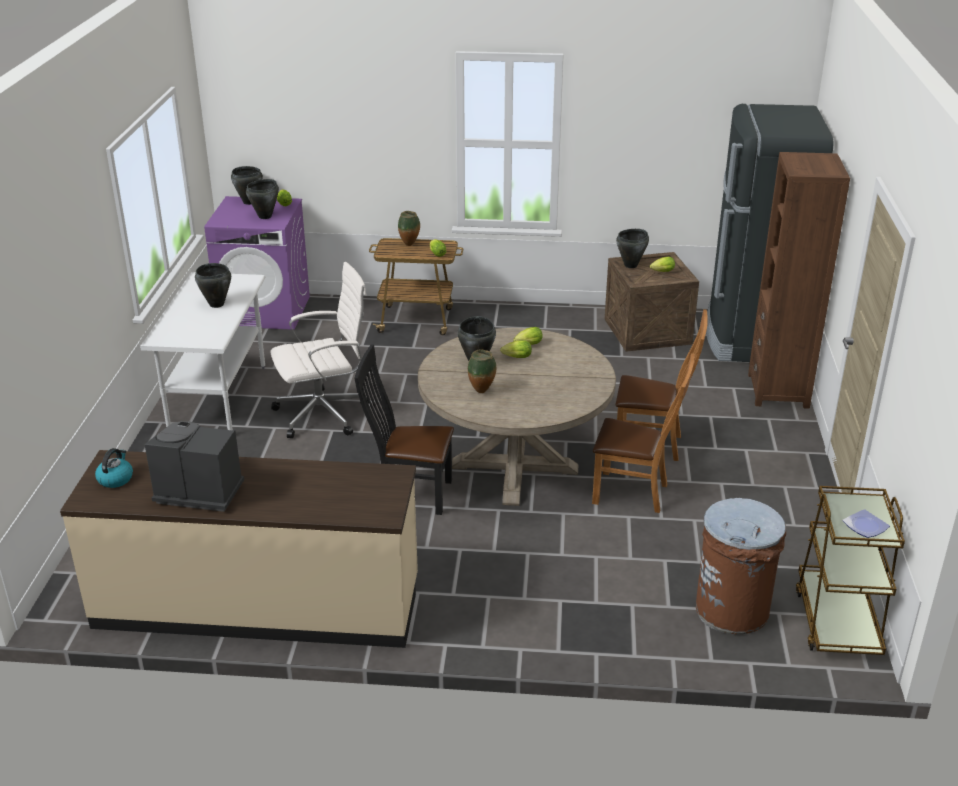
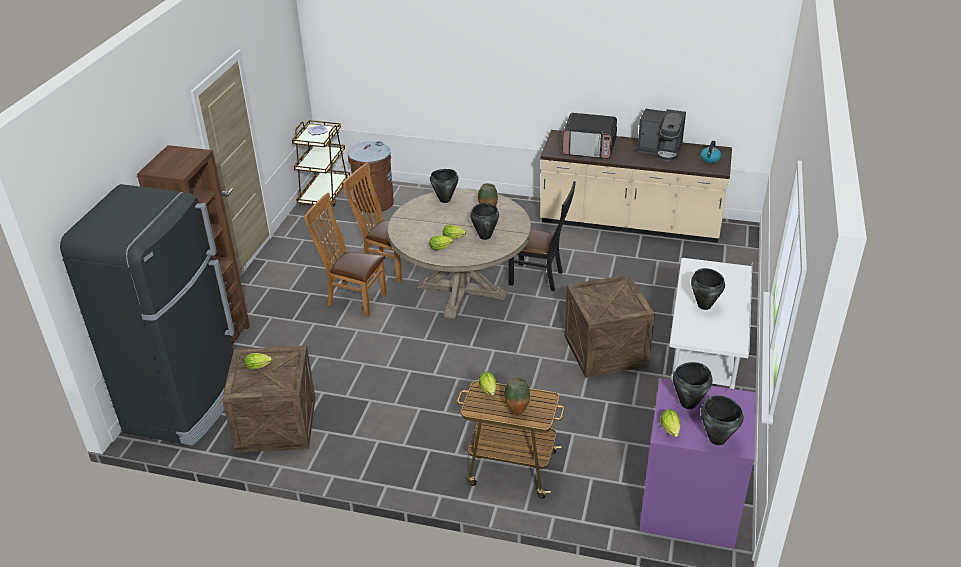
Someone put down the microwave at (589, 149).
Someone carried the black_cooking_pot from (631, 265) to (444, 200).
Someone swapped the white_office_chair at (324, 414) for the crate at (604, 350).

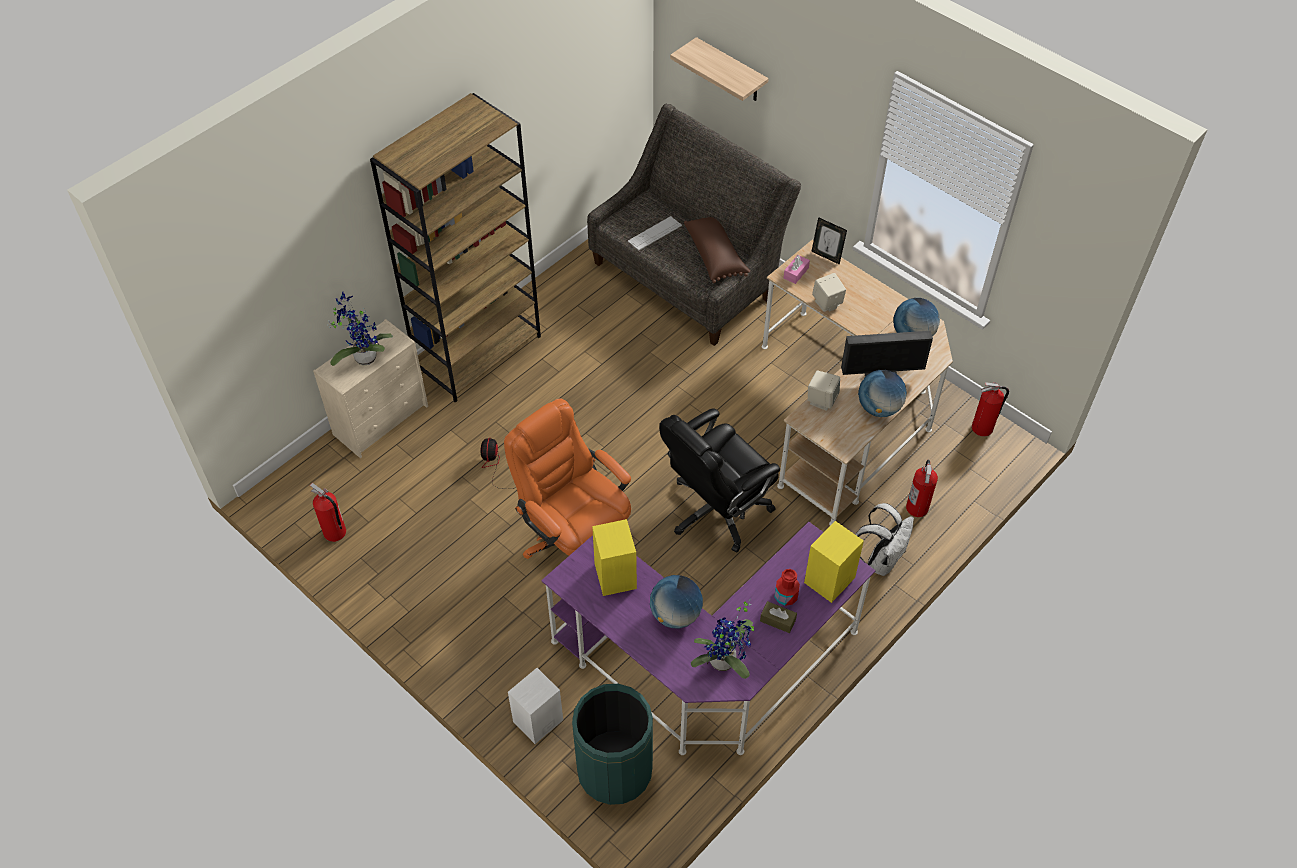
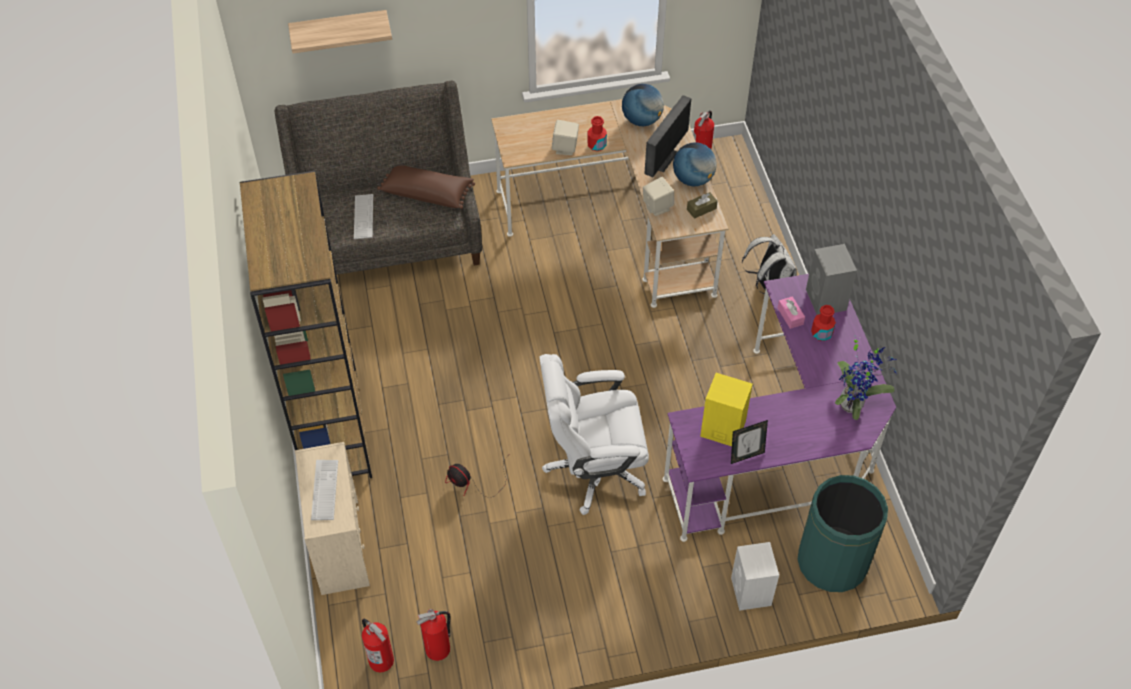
Someone took away the globe at (675, 615).
Someone took away the black_office_chair at (717, 510).
Someone put down the red_bottle at (596, 145).
Someone carried the brown_tissue_box from (777, 620) to (701, 209).
Someone carried the pink_tissue_box from (796, 273) to (790, 316).
Someone carried the picture_frame from (826, 256) to (746, 456).
Someone carried the fire_extinguisher from (917, 507) to (381, 660).
Someone swapped the potted_plant at (363, 356) for the keyboard at (325, 490).
Someone repainted the orange_office_chair at (575, 539), which became the white_office_chair at (594, 469).
Someone repainted the yellow_speaker at (828, 581), which became the grey_speaker at (826, 300).

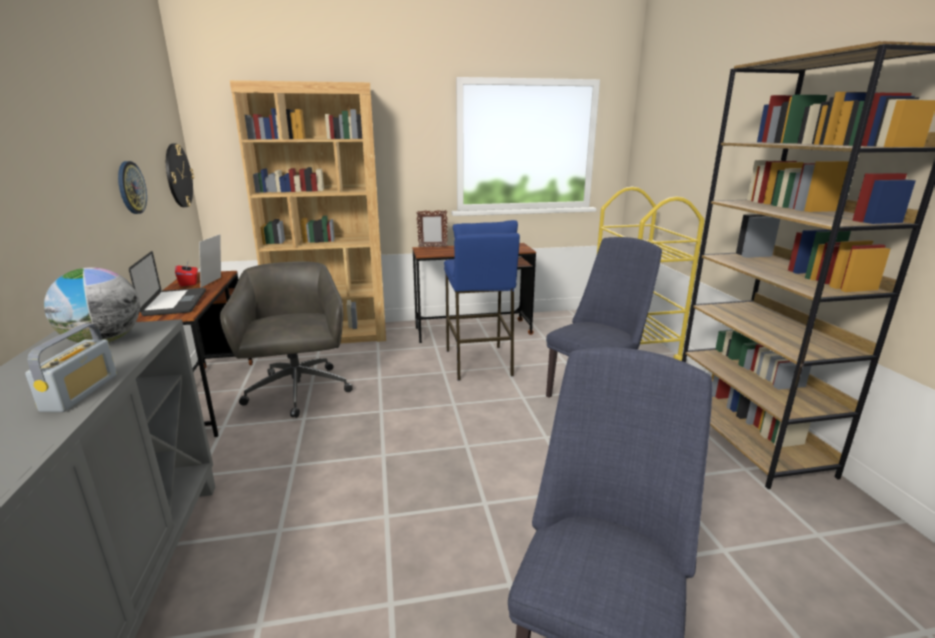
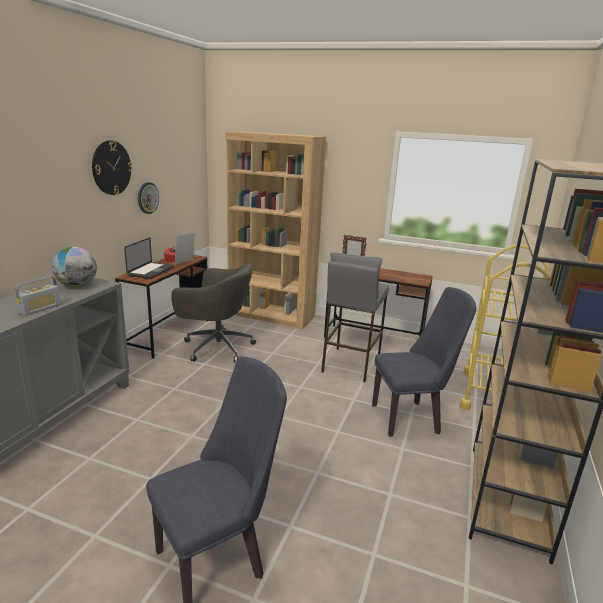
Someone carried the wall_clock from (178, 175) to (111, 168).
Someone repainted the blue_stool at (478, 362), which became the grey_stool at (350, 364).
Someone rotated the grey_office_chair at (298, 392) by 90 degrees clockwise.

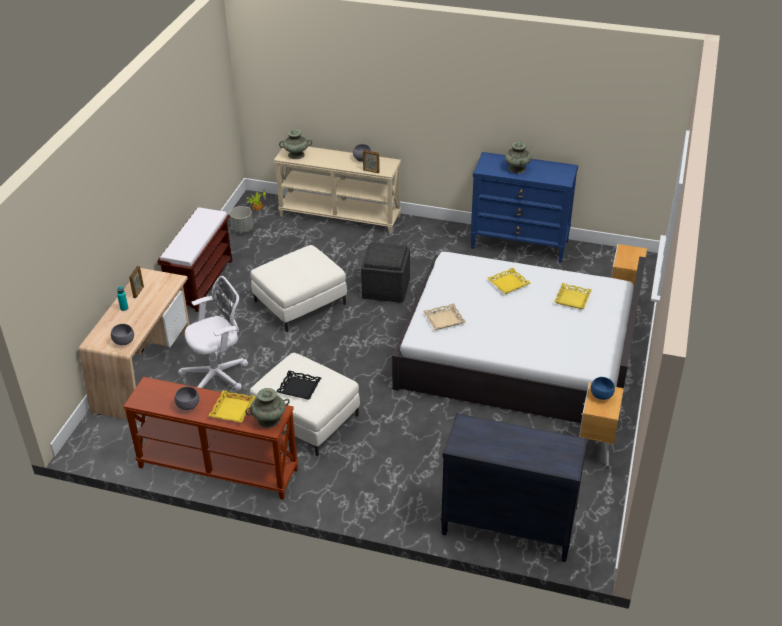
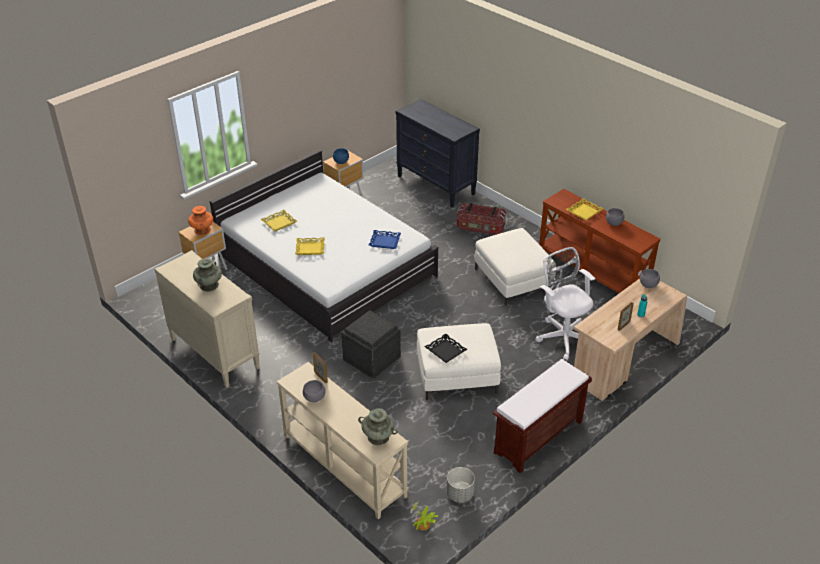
Someone took away the turquoise_vase at (269, 419).
Someone put down the orange_vase at (202, 230).
Someone put down the storage_box at (480, 228).
Someone carried the black_tray from (299, 387) to (445, 351).
Someone repainted the beige_tray at (444, 320), which became the blue_tray at (385, 241).
Someone repainted the blue_dresser at (520, 244), which became the beige_dresser at (214, 353).
Someone rotated the white_office_chair at (218, 375) by 60 degrees clockwise.

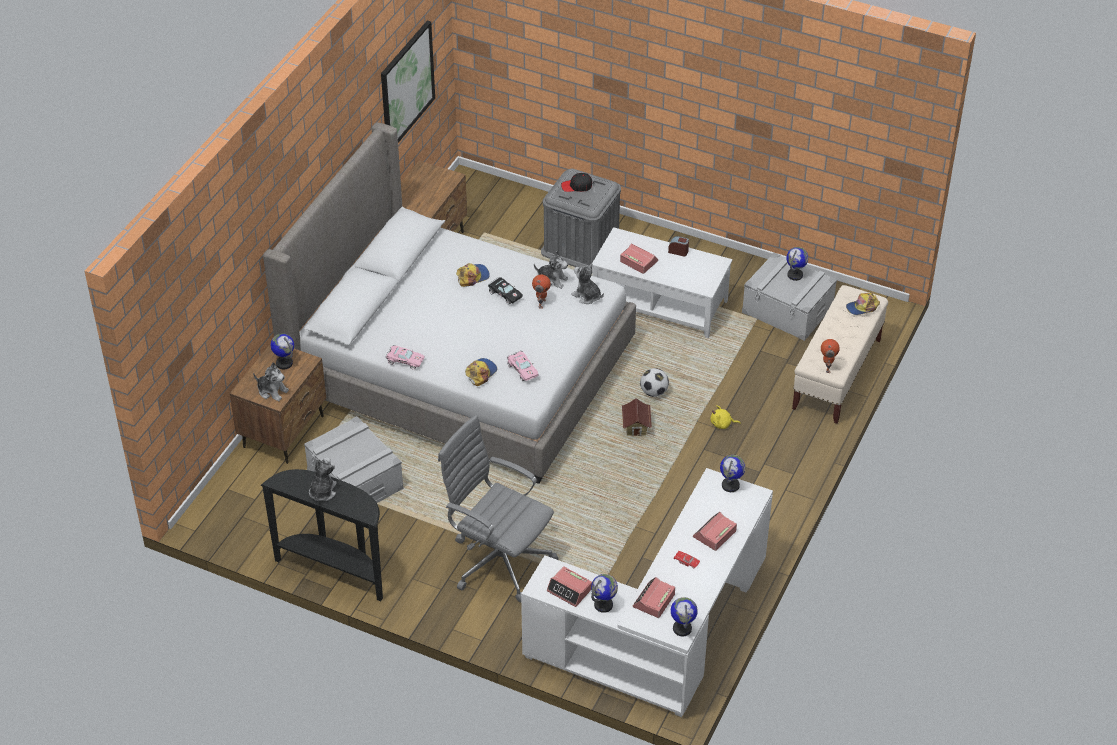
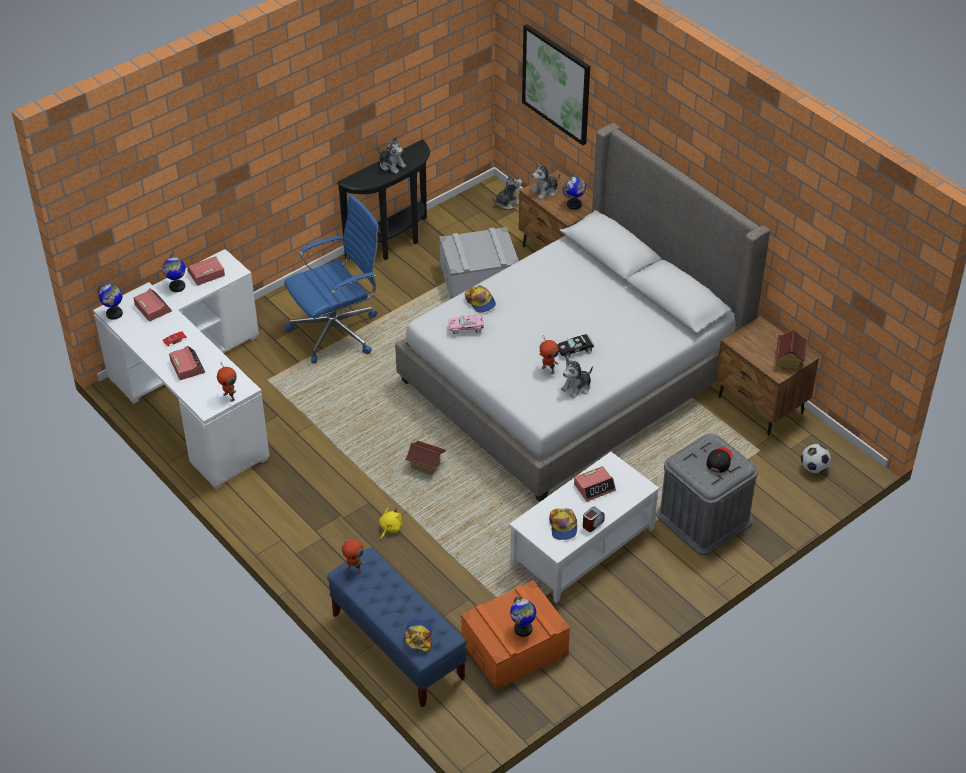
Someone took away the pink_toy_car at (404, 360).
Someone put down the toy_house at (789, 359).
Someone carried the picture from (406, 85) to (556, 84).
Someone carried the cap from (472, 276) to (563, 526).
Someone carried the plush_toy from (587, 296) to (507, 203).
Someone carried the football from (654, 392) to (814, 468).
Someone swapped the globe at (730, 485) for the toy_robot at (229, 396).
Someone repainted the grey_office_chair at (498, 560), which became the blue_office_chair at (337, 331).
Someone repainted the grey_storage_box at (787, 309), which became the orange_storage_box at (514, 648).
Someone repainted the beige_bench at (836, 375), which became the blue_bench at (397, 646).

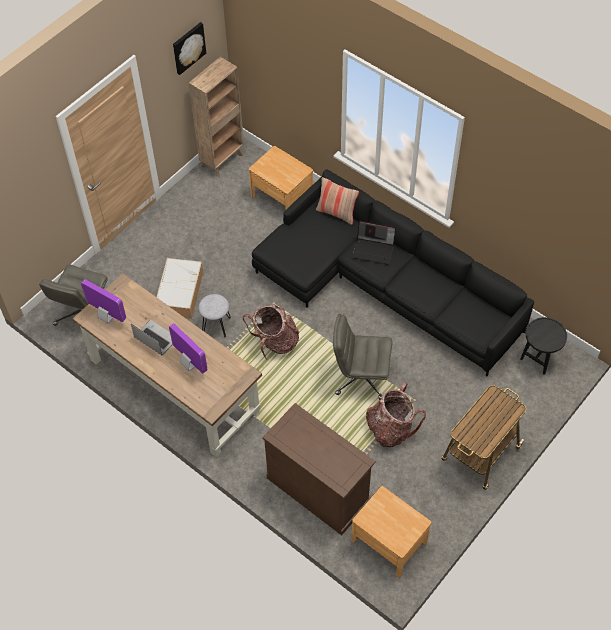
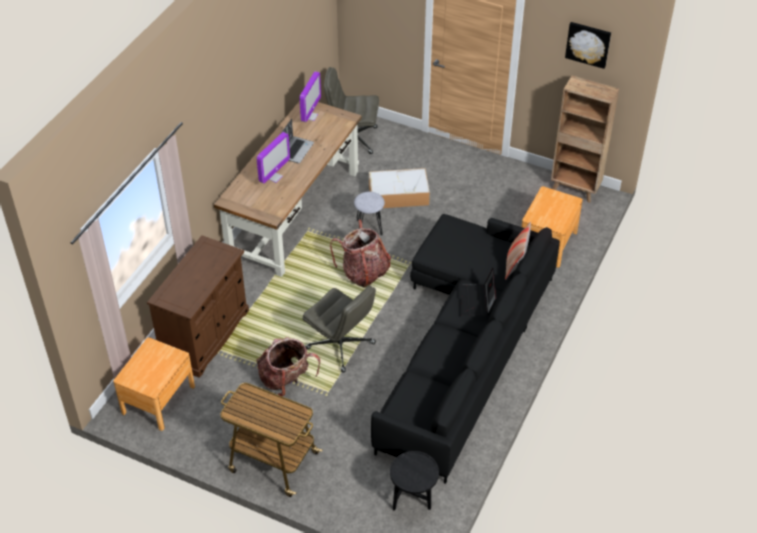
Someone rotated the grey_office_chair at (361, 377) by 135 degrees clockwise.

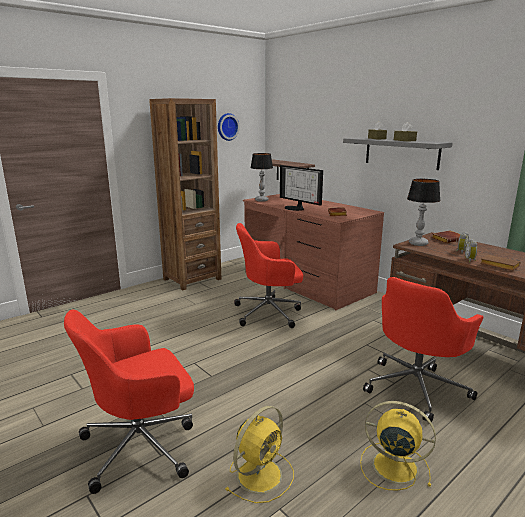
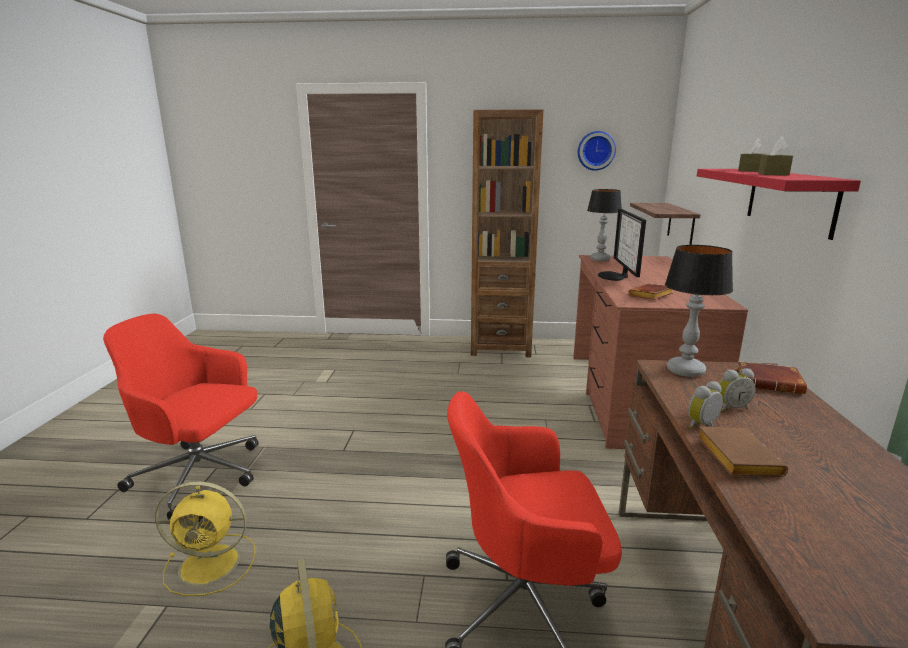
Someone took away the red_office_chair at (269, 312).
Someone repainted the grey_shelf at (401, 153), which became the red_shelf at (789, 200).

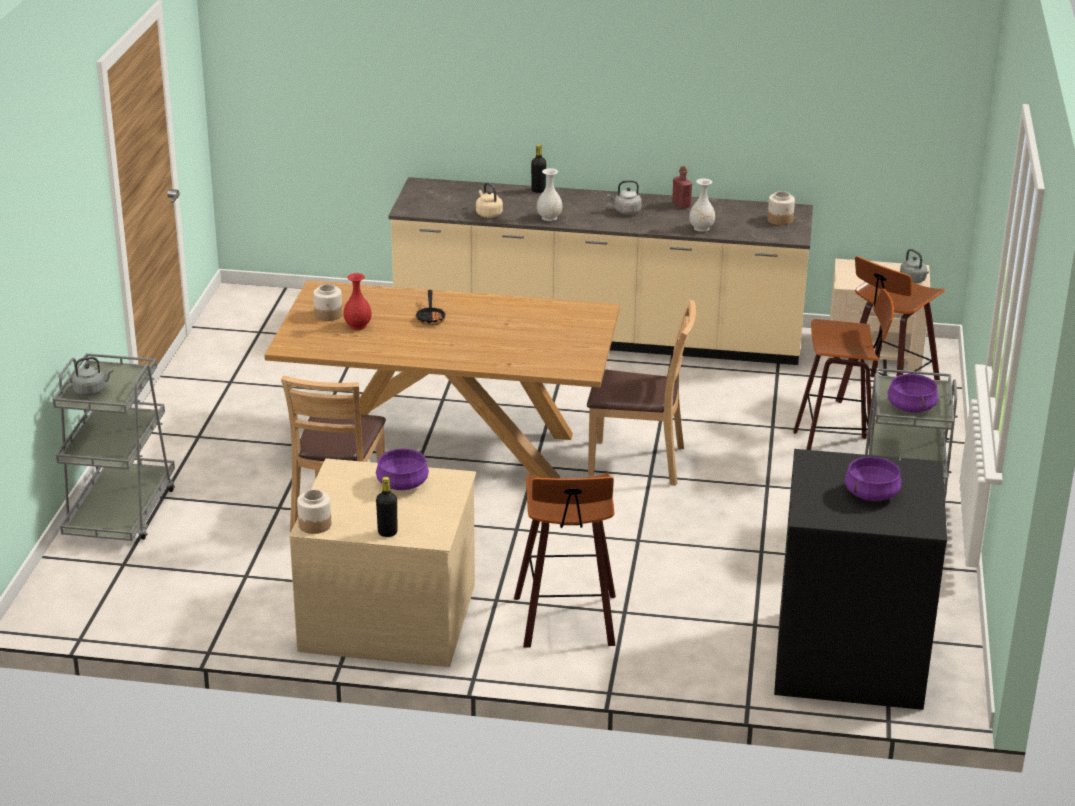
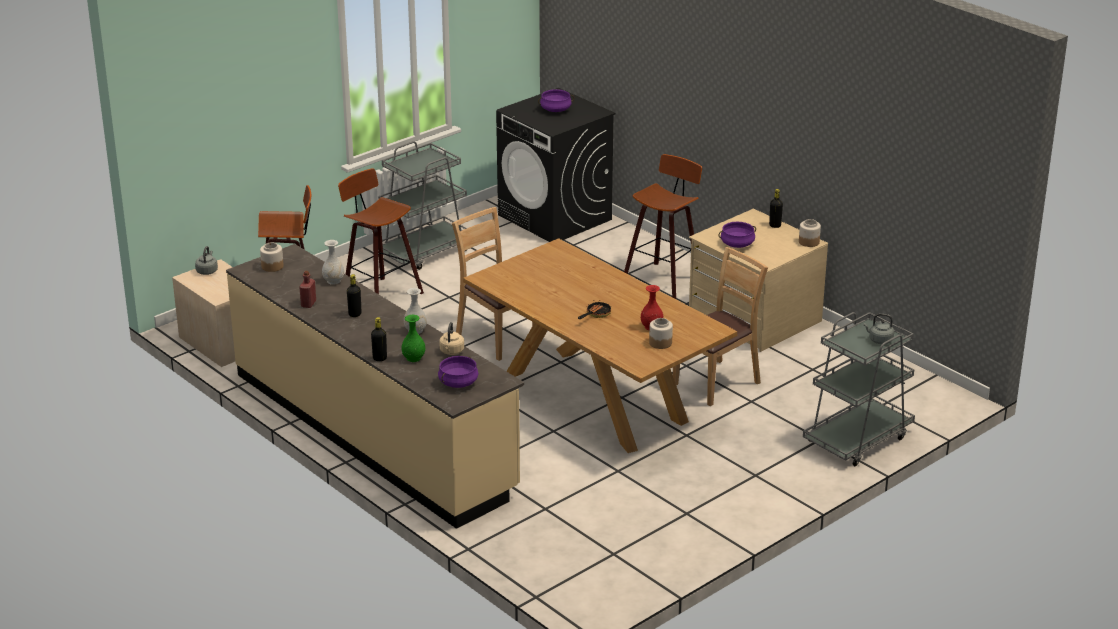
Someone put down the green_vase at (414, 358).
Someone carried the purple_cooking_pot from (911, 407) to (458, 382).
Someone swapped the grey_kettle at (625, 211) for the black_bottle at (355, 314).

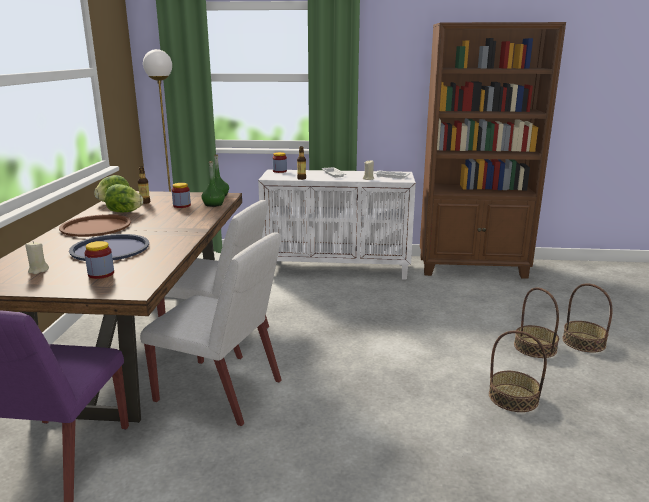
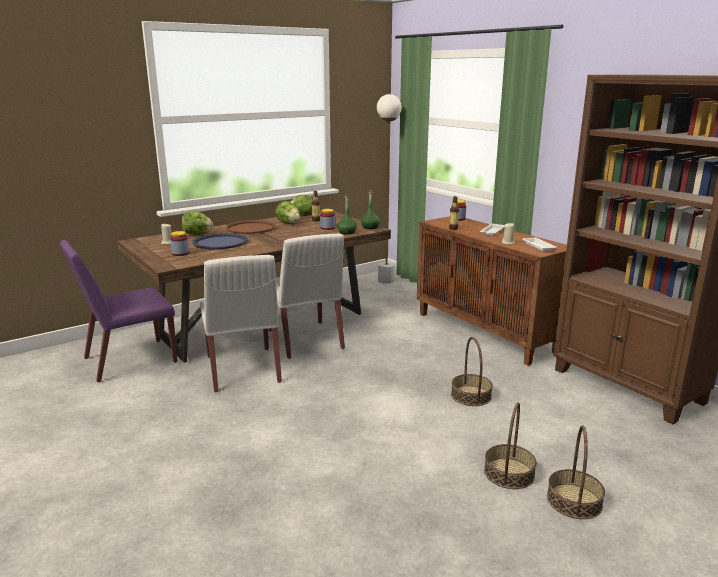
Someone put down the lettuce at (197, 234).
Someone carried the basket from (513, 397) to (471, 396).
Someone repainted the white_cabinet at (337, 269), which became the brown_cabinet at (486, 332).

